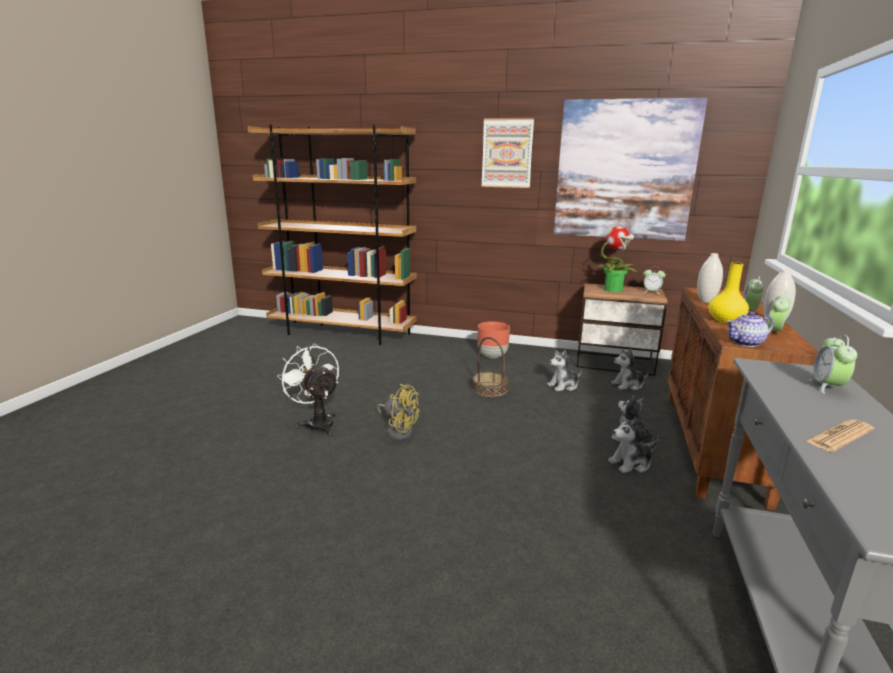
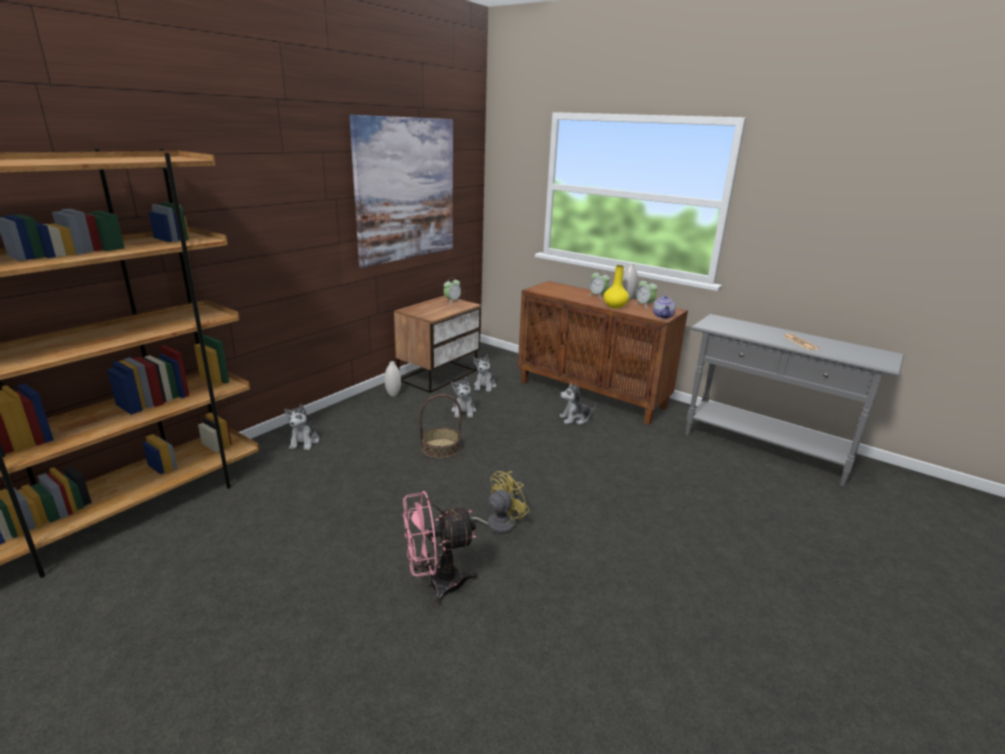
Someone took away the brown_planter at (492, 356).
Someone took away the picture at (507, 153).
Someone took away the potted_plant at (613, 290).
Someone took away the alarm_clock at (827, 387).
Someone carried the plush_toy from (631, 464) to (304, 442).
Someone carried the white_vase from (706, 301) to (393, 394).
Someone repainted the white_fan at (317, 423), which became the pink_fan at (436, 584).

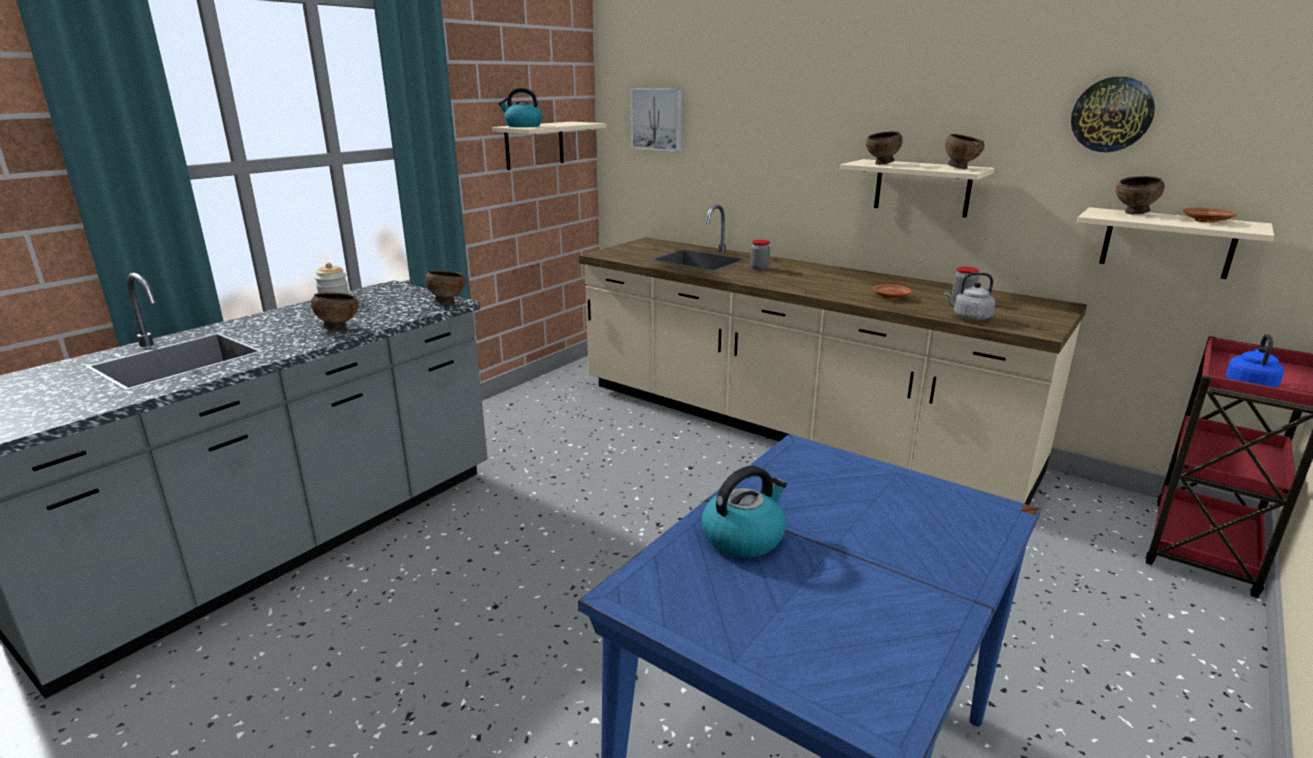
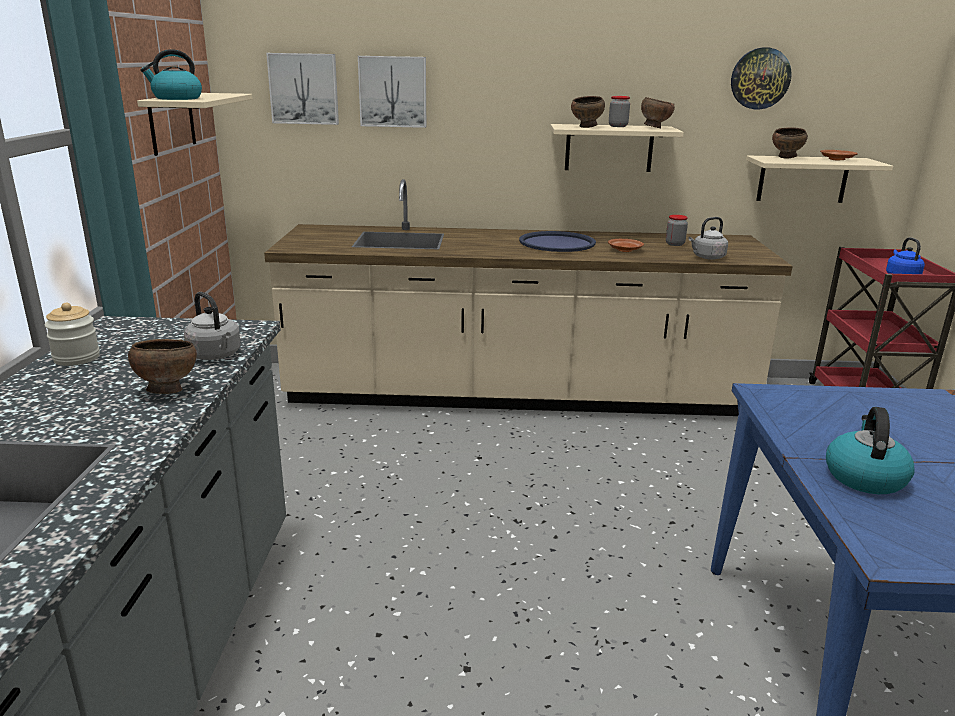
Someone took away the brown_bowl at (447, 303).
Someone put down the grey_kettle at (216, 355).
Someone put up the picture at (393, 91).
Someone put down the blue_tray at (557, 243).
Someone carried the jar from (759, 268) to (618, 126).

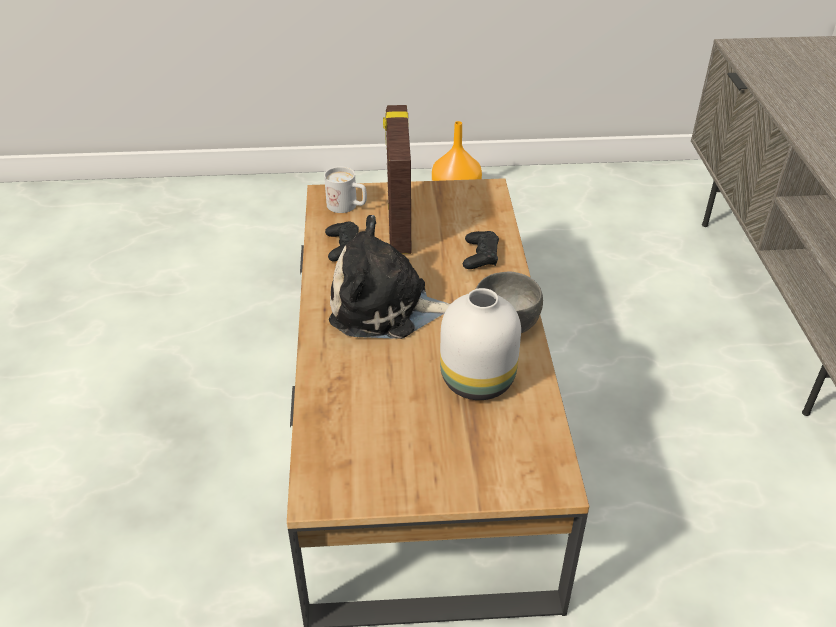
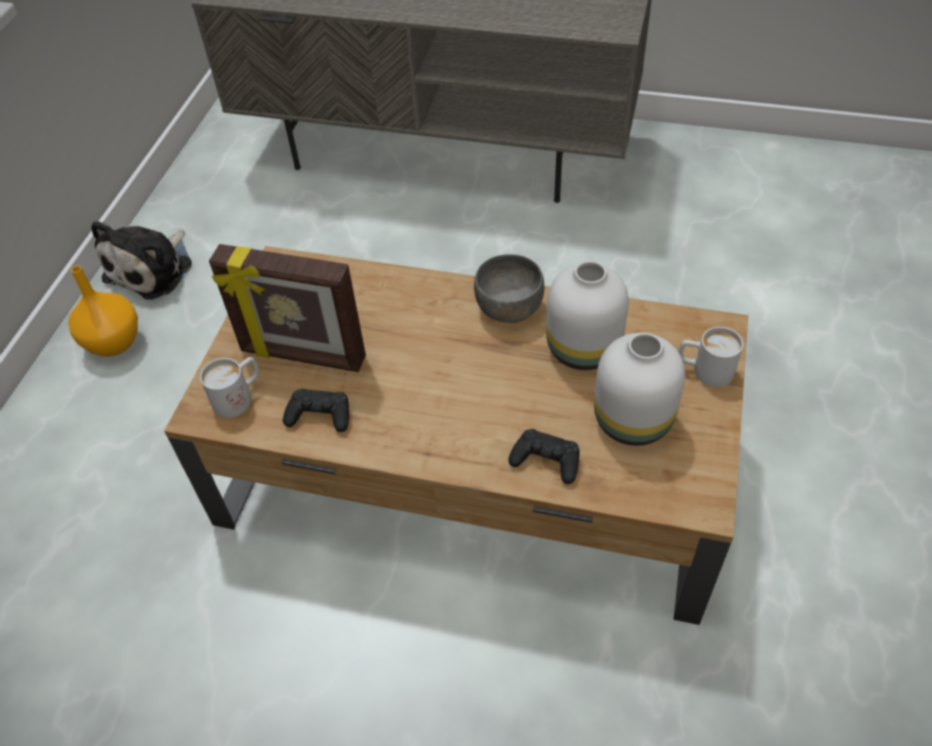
Someone put down the white_vase at (633, 418).
Someone put down the white_mug at (704, 370).
Someone carried the plush_toy from (386, 307) to (153, 269).
Someone carried the black_game_controller from (480, 255) to (546, 460).

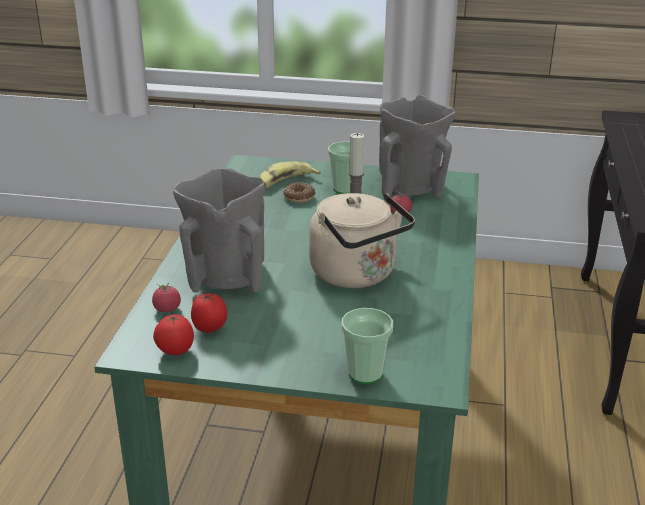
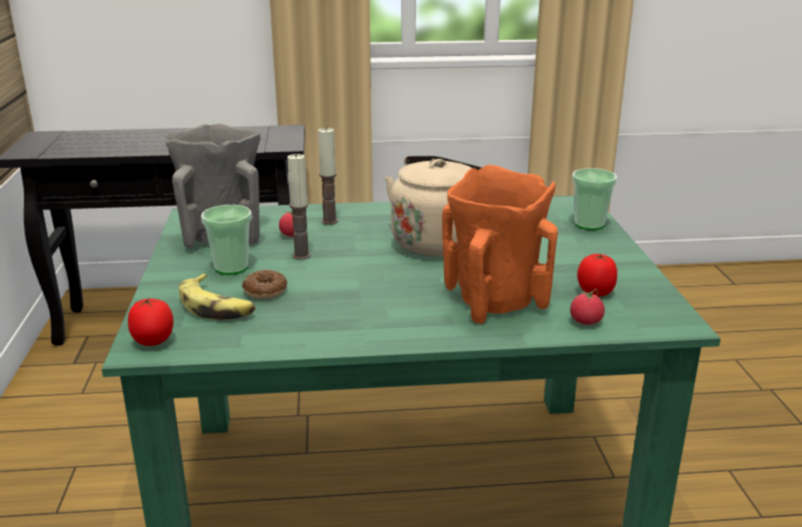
Someone put down the candle at (329, 221).
Someone carried the tomato from (175, 351) to (153, 342).
Someone repainted the grey_vase at (225, 277), which became the orange_vase at (494, 302).

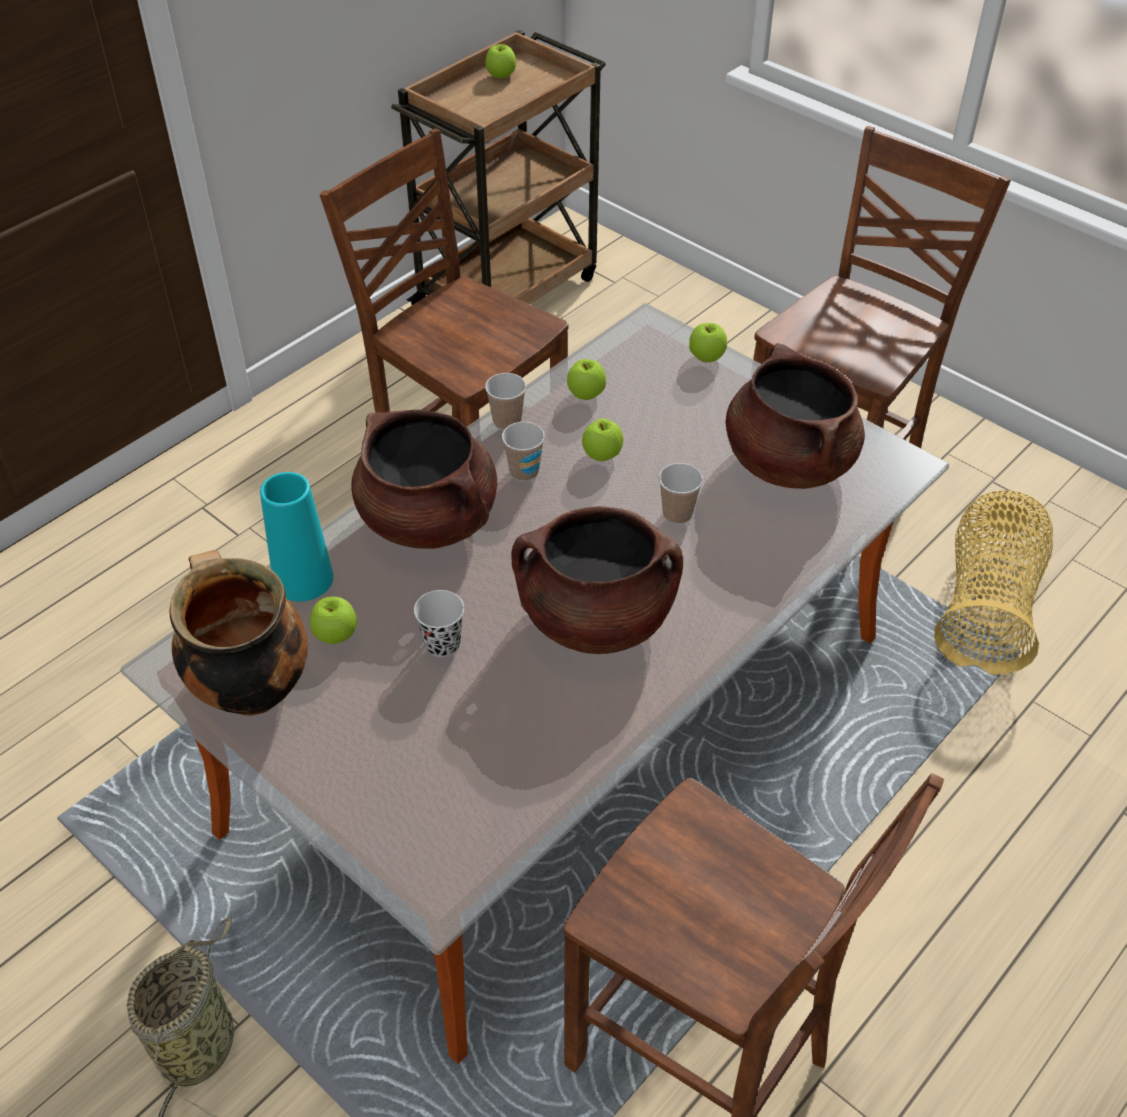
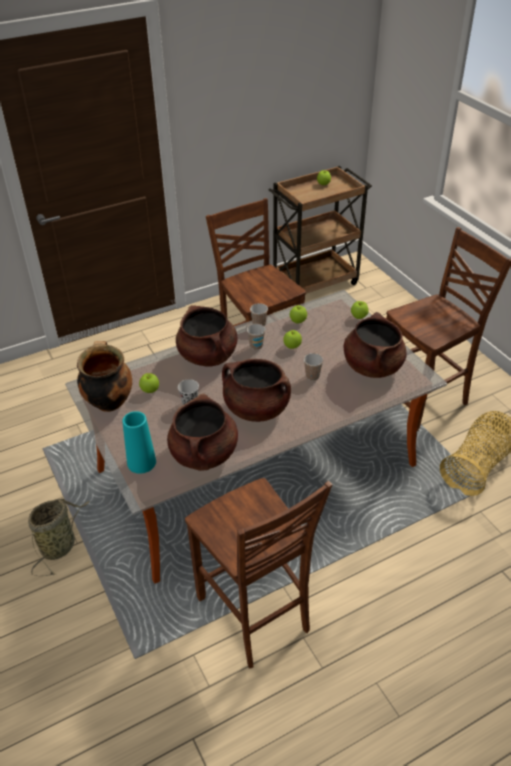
Someone put down the brown_cooking_pot at (204, 454).
Someone carried the turquoise_vase from (303, 579) to (141, 462).

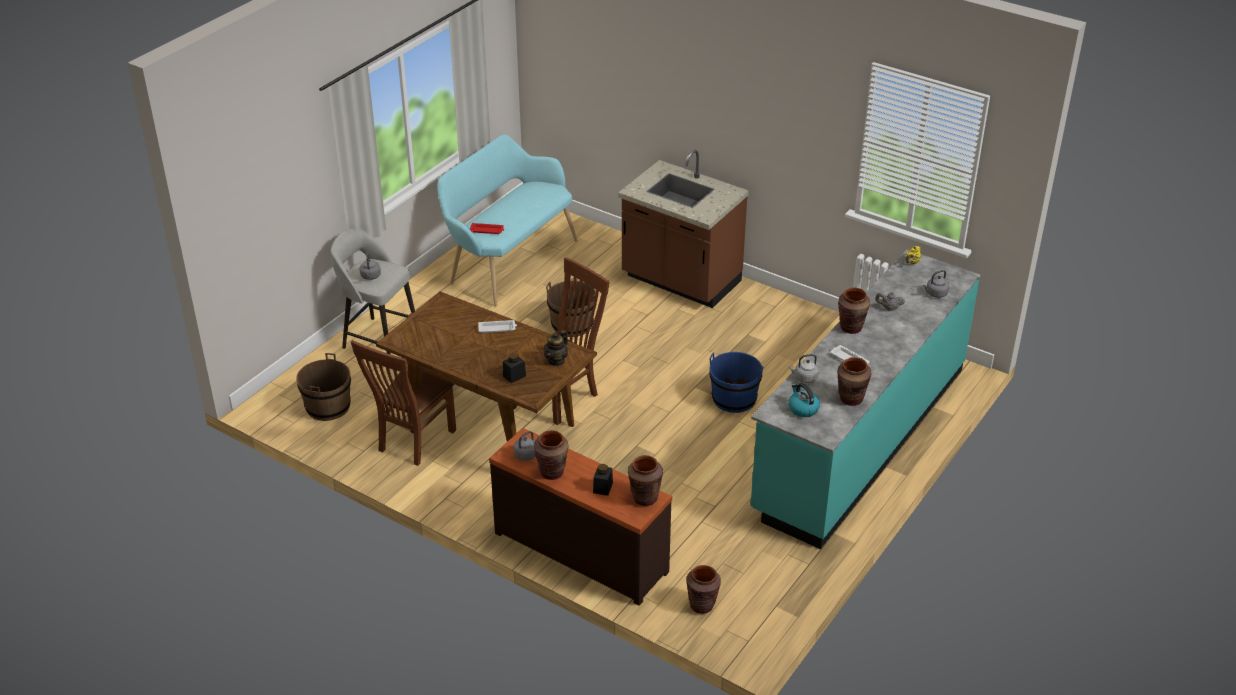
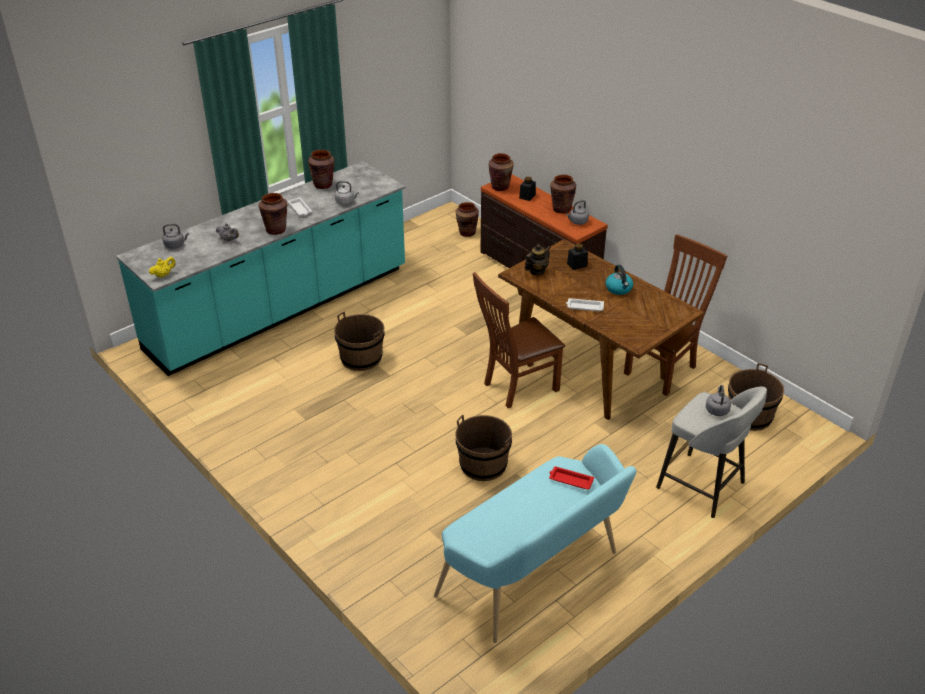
Someone took away the brown_counter at (680, 281).
Someone carried the kettle from (802, 409) to (619, 289).
Someone repainted the blue_bucket at (734, 399), which became the brown_bucket at (361, 358).

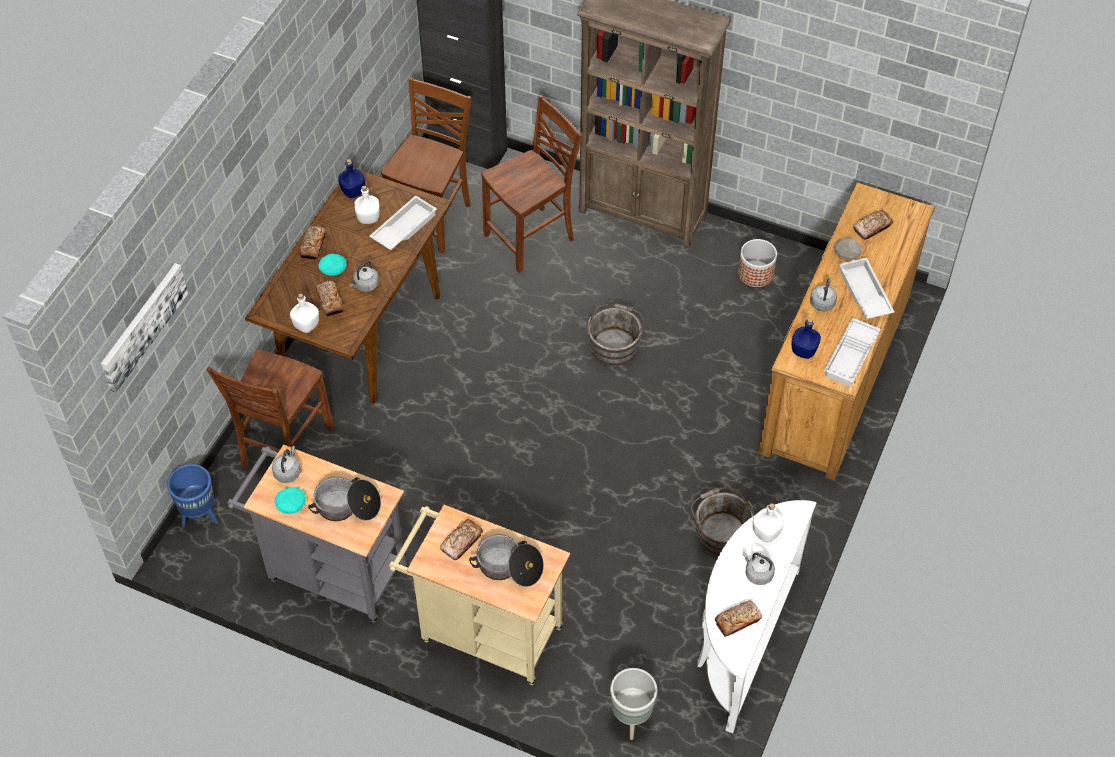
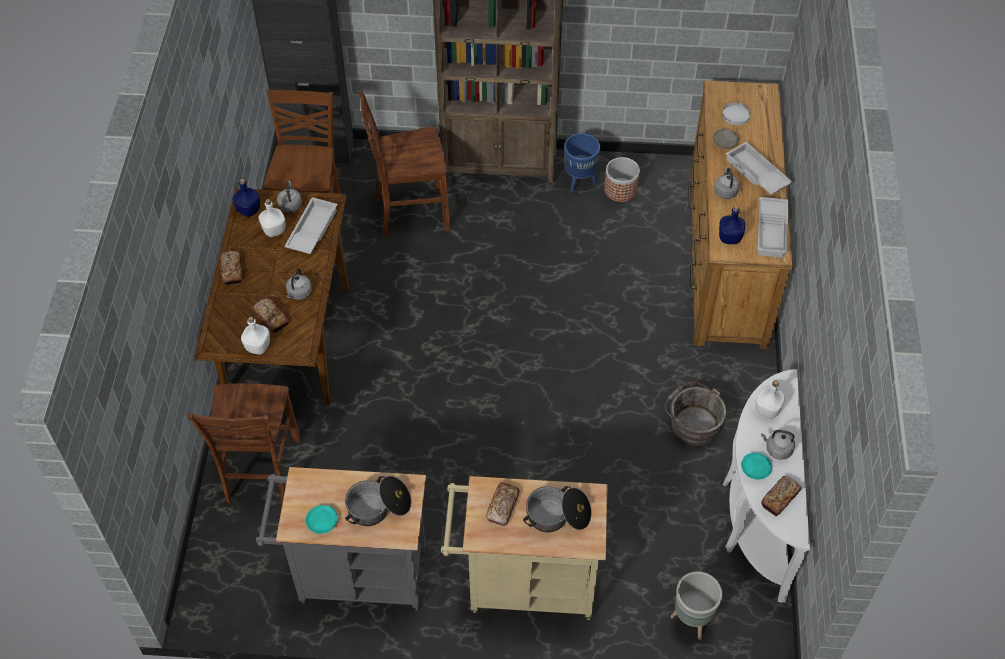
Someone took away the picture at (143, 326).
Someone took away the grey_bucket at (614, 344).
Someone carried the blue_planter from (199, 516) to (579, 183).
Someone carried the grey_kettle from (288, 472) to (290, 204).
Someone carried the turquoise_plate from (333, 268) to (755, 468).
Someone swapped the bread at (872, 227) for the white_plate at (736, 115).
Someone rotated the brown_chair at (531, 238) by 135 degrees counterclockwise.

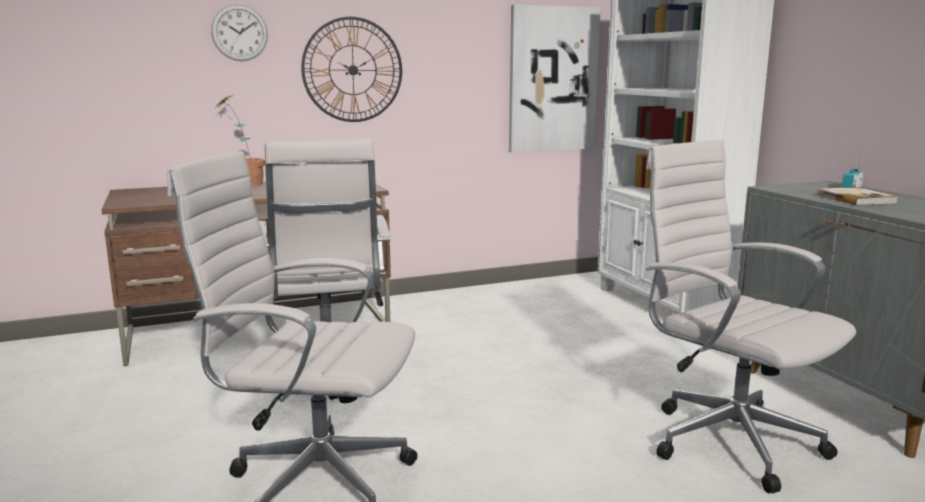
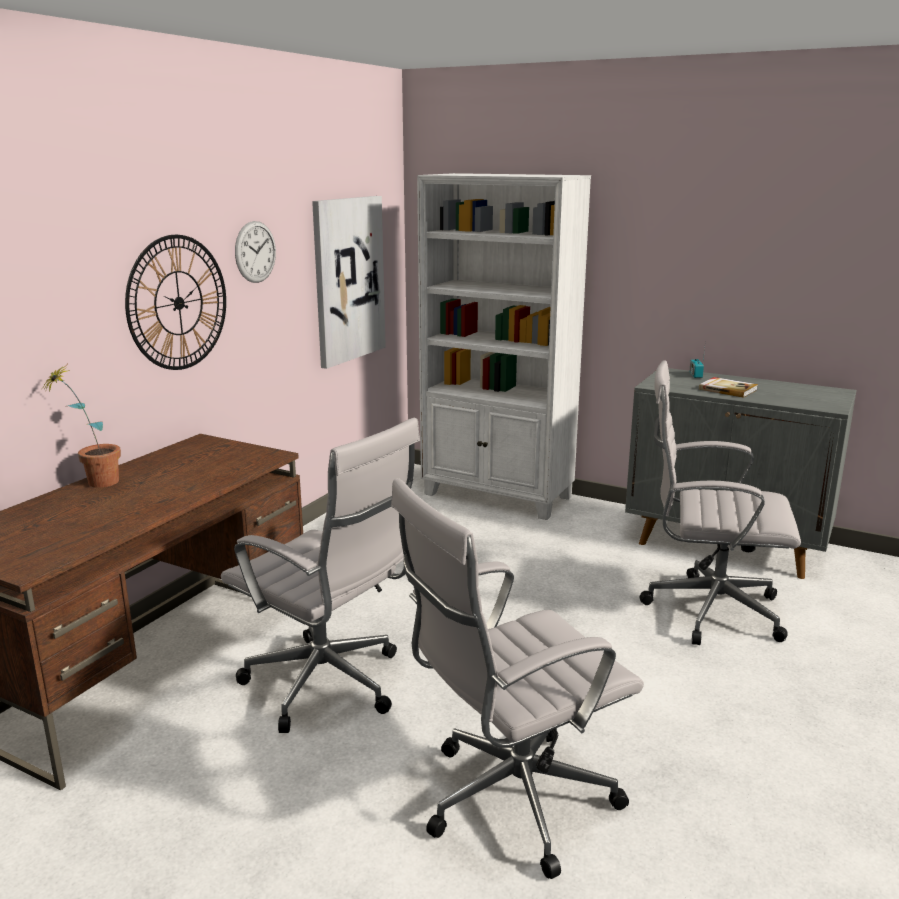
Someone carried the wall_clock from (239, 33) to (255, 252).

